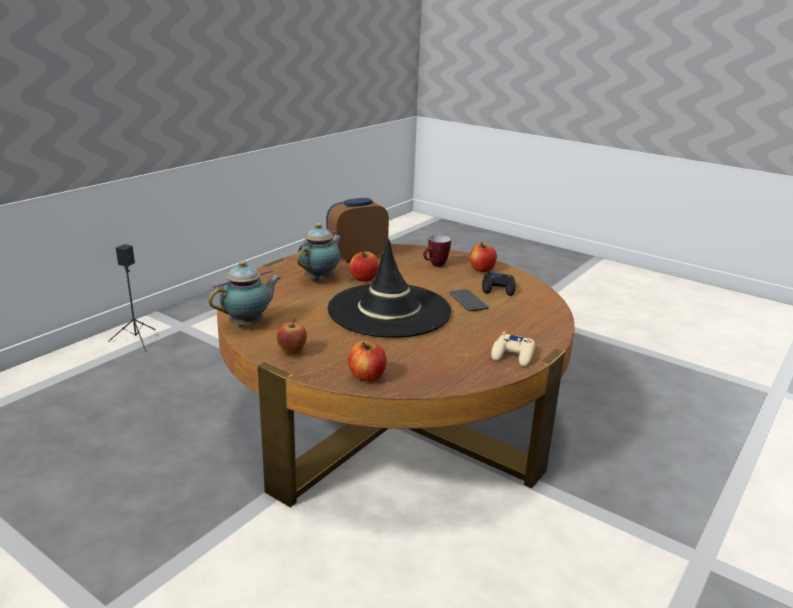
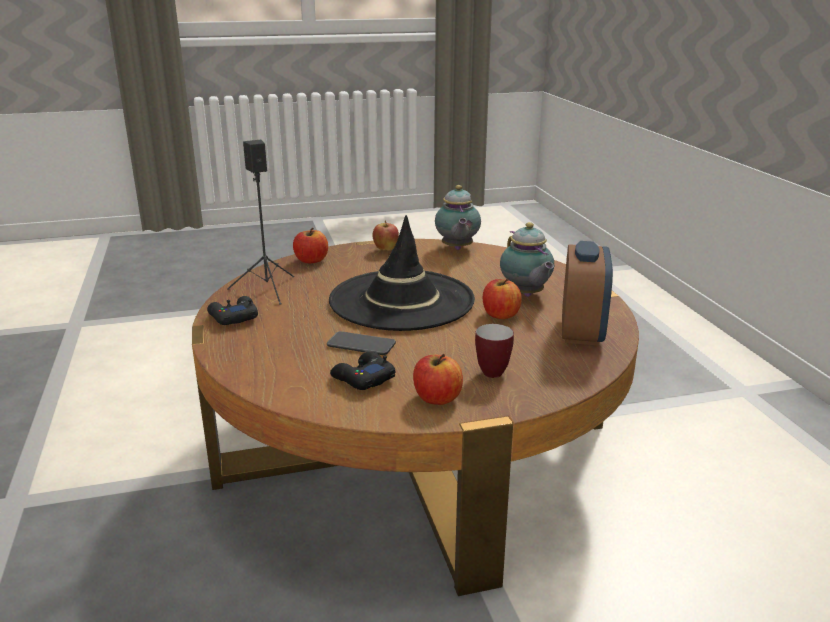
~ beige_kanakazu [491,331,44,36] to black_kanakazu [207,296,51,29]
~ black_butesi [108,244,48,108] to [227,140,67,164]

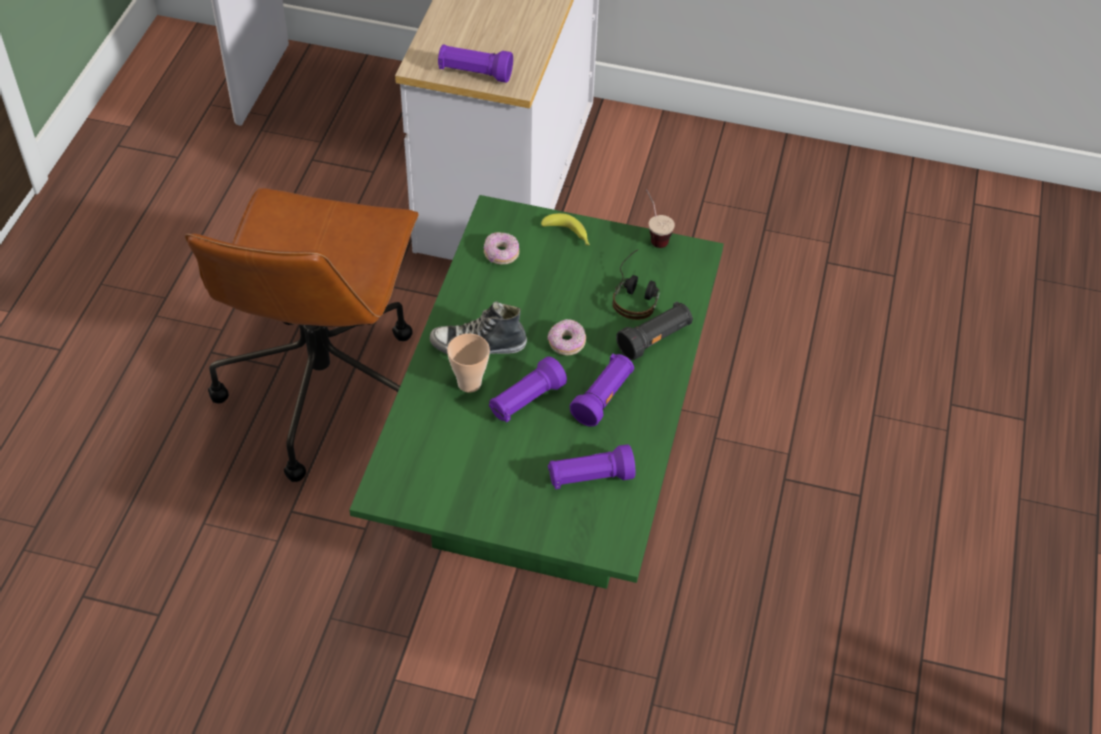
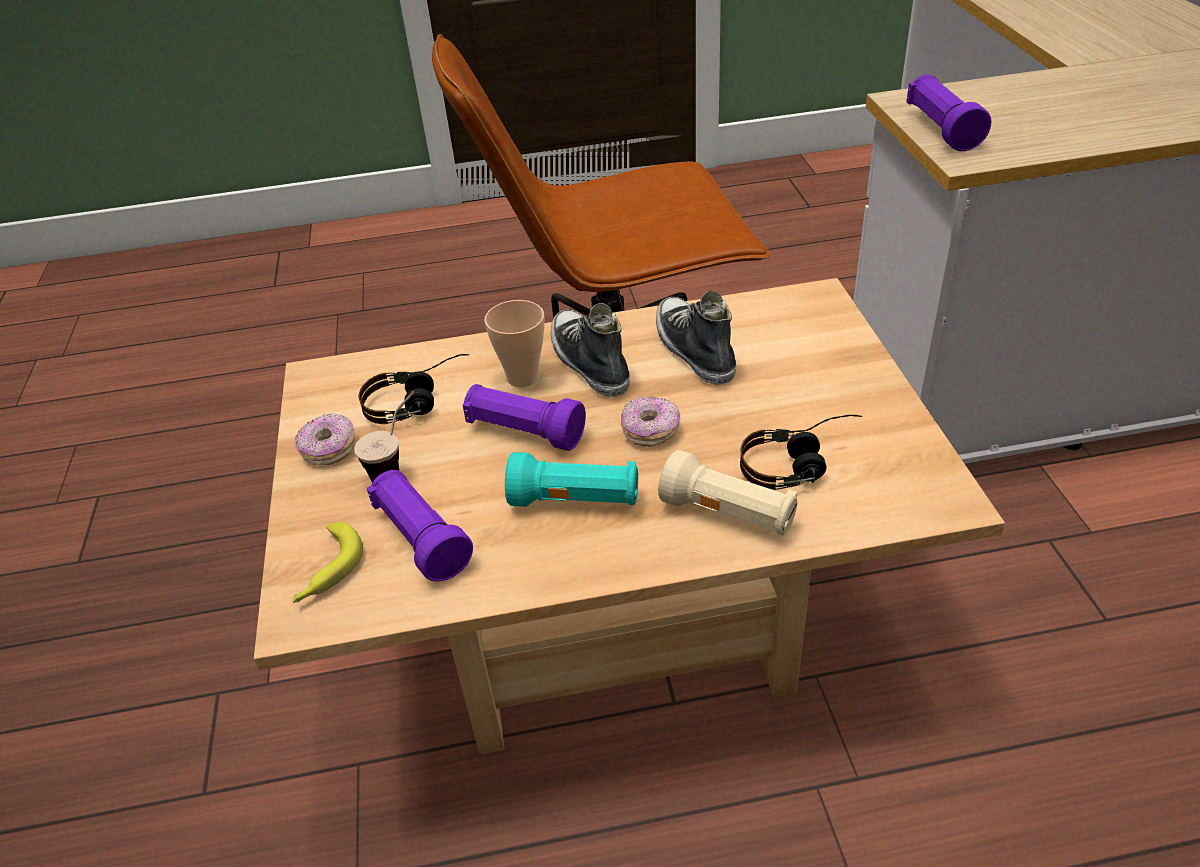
~ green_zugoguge [349,195,375,394] to beige_zugoguge [254,278,751,476]
~ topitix [541,213,49,32] to [293,522,70,81]
~ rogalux [484,232,35,32] to [295,413,60,52]
~ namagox [646,189,29,59] to [354,391,61,92]
+ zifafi [359,354,110,70]
~ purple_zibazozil [570,354,64,73] to turquoise_zibazozil [505,452,133,55]
+ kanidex [656,291,80,93]
~ black_zibazozil [616,301,77,59] to beige_zibazozil [658,450,139,86]

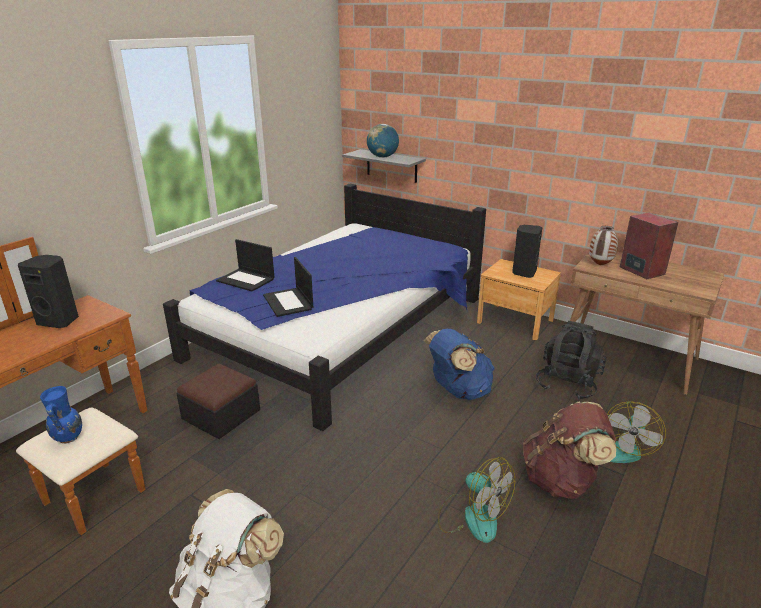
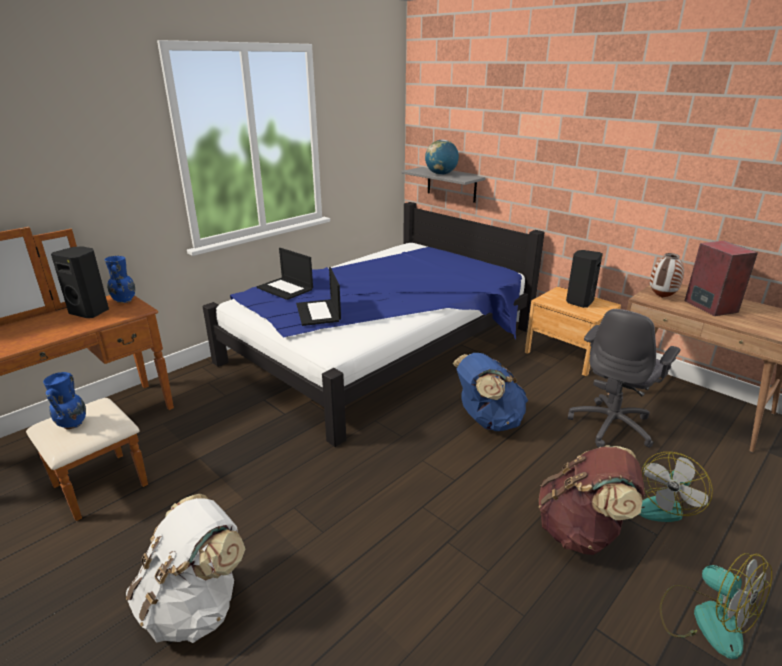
+ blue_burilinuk [105,256,30,47]
~ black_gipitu [536,321,71,79] to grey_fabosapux [568,309,112,139]
~ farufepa [438,457,77,86] to [660,553,112,106]
- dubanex [177,364,83,75]

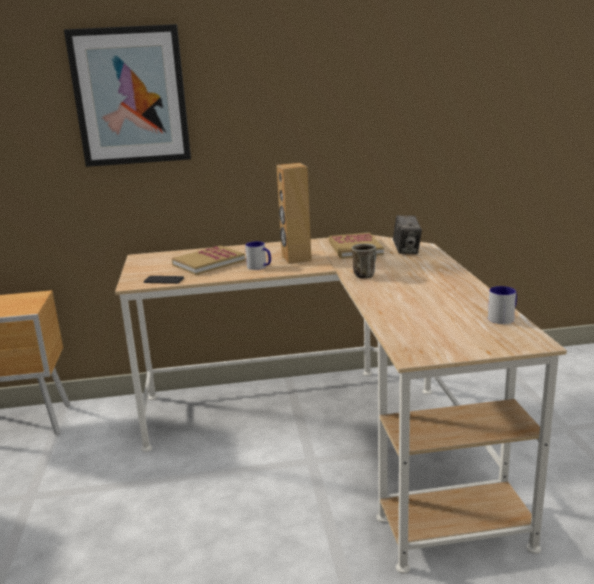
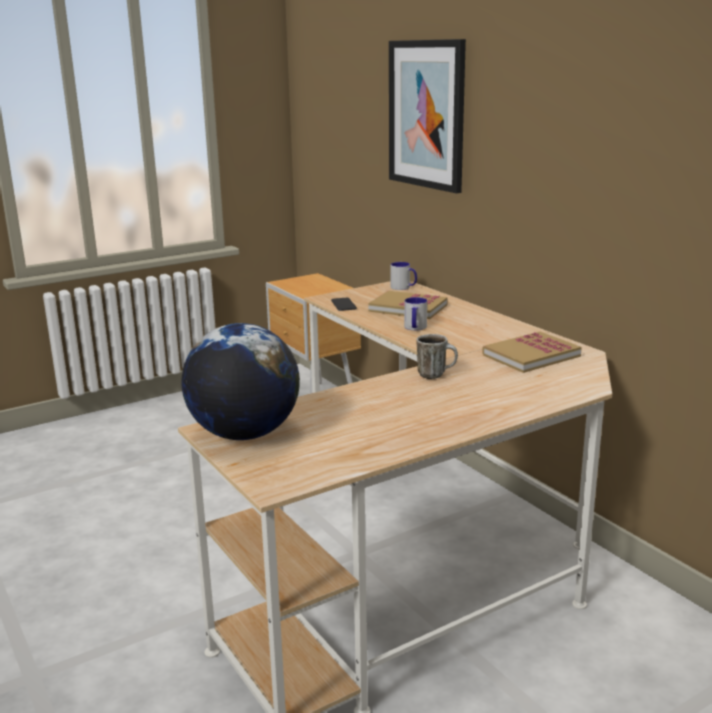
+ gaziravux [181,323,119,117]
~ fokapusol [488,286,29,38] to [390,262,27,28]
- brown_butesi [277,163,35,101]
- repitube [393,215,29,39]

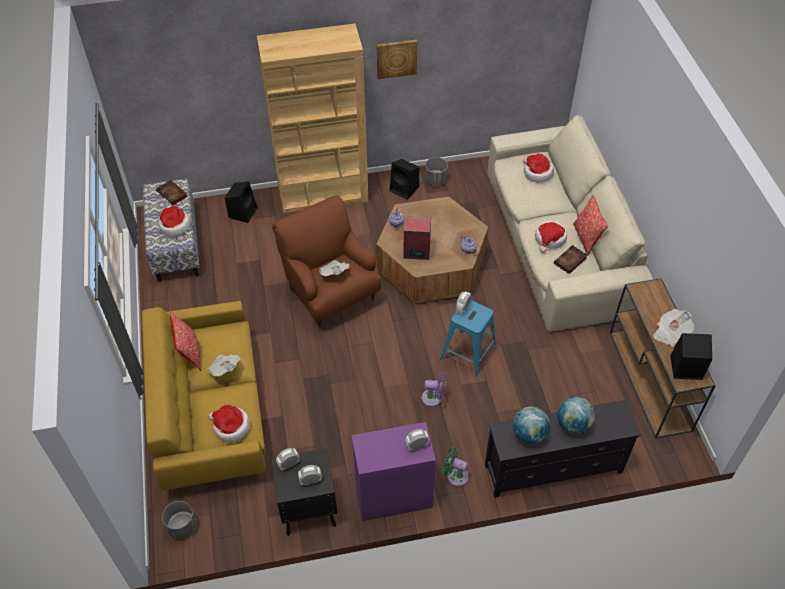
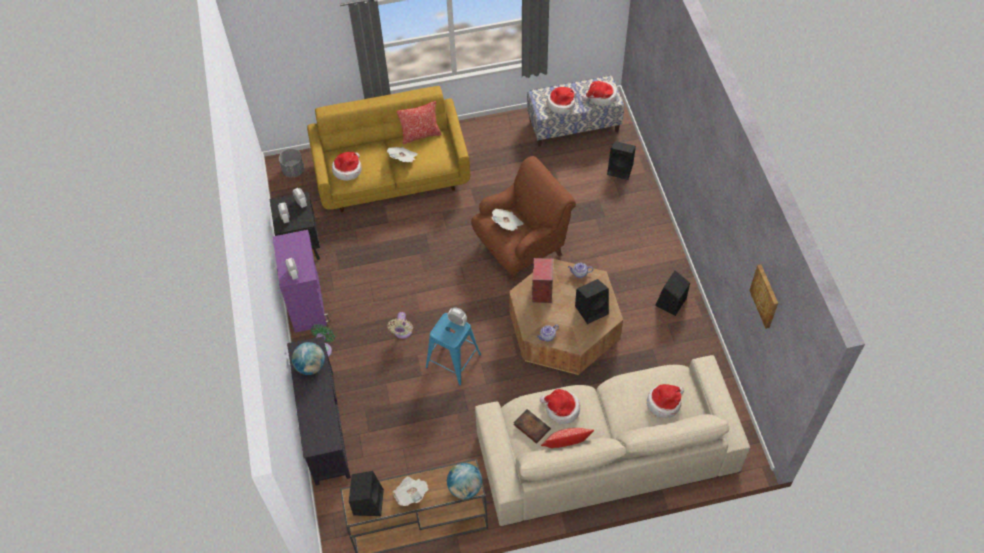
~ purple_farufepa [422,372,24,35] to beige_farufepa [387,312,26,27]
~ gaziravux [558,397,37,37] to [447,463,35,36]
+ black_butesi [575,279,34,45]
~ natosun [156,180,32,25] to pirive [582,81,35,25]
~ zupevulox [377,39,40,40] to [749,264,29,65]
- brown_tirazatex [257,24,112,189]
- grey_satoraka [425,157,23,29]

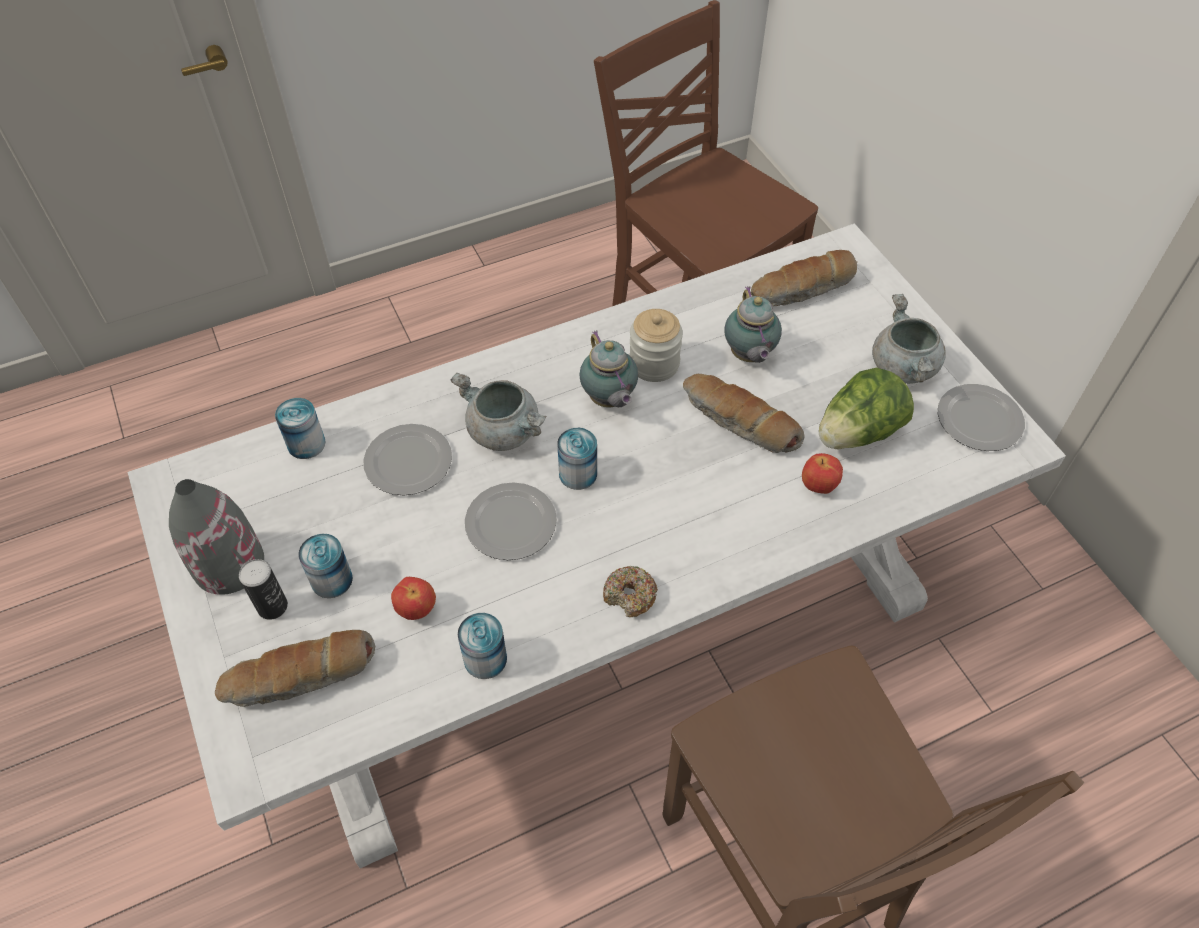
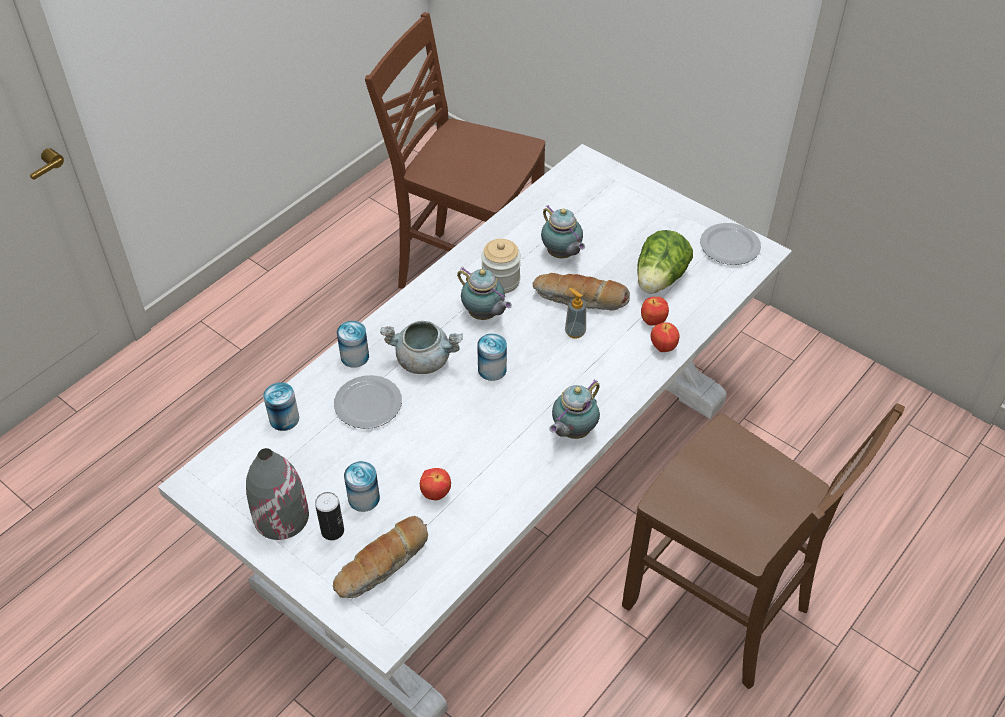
~ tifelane [458,613,49,66] to [337,321,32,47]
~ rogalux [603,566,55,51] to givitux [549,379,51,60]
+ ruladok [565,288,21,51]
+ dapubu [651,322,28,30]
- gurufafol [465,482,92,78]
- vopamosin [751,250,106,56]
- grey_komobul [872,294,74,90]

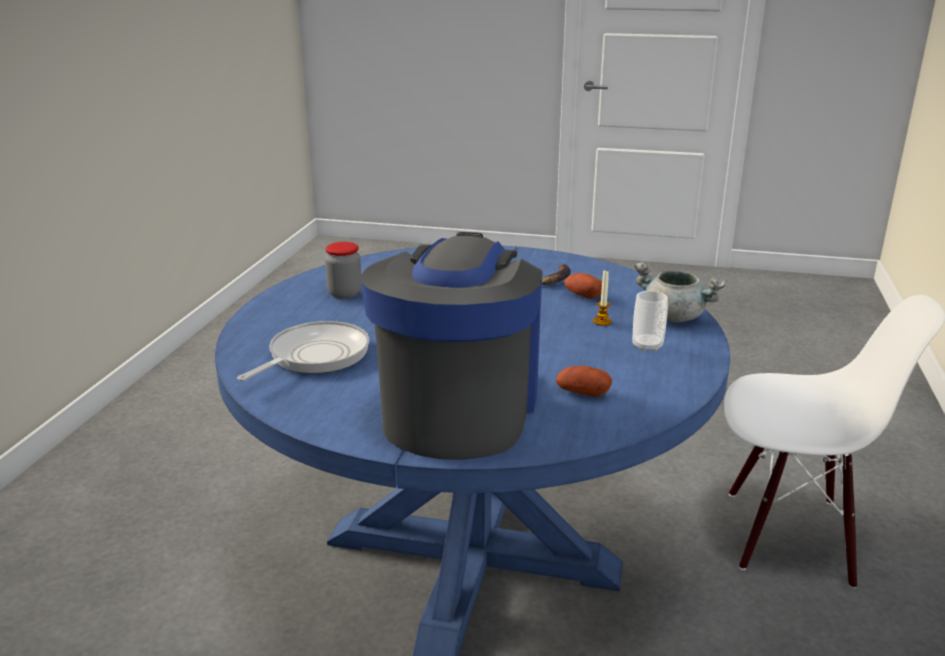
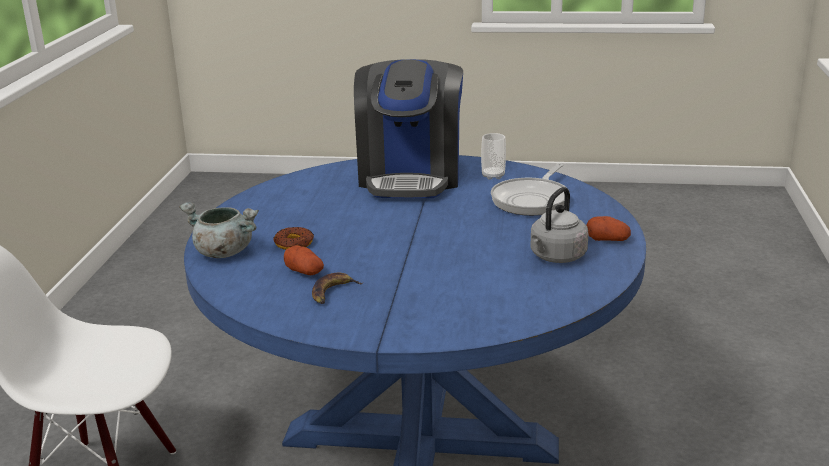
~ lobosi [593,271,19,55] to rogalux [273,227,41,23]
~ namagox [633,291,35,61] to [481,133,25,47]
~ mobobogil [325,242,37,57] to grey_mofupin [530,187,58,76]
~ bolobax [556,366,56,31] to [586,216,45,25]

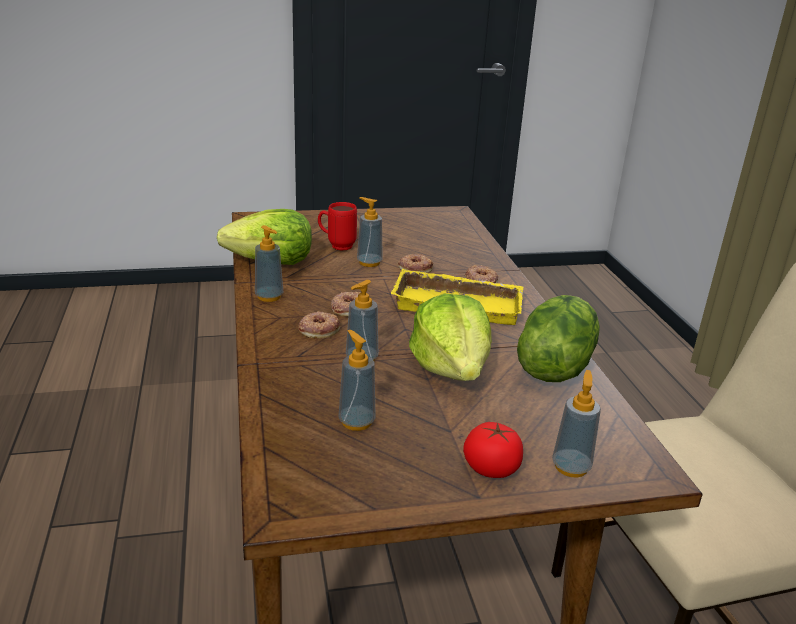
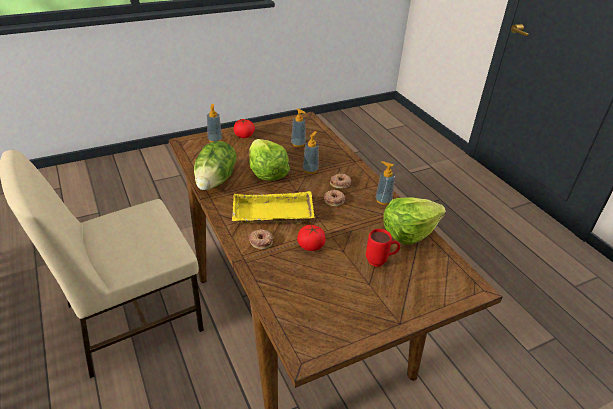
~ rogalux [398,254,35,19] to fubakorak [297,225,28,26]
- ruladok [357,197,26,70]

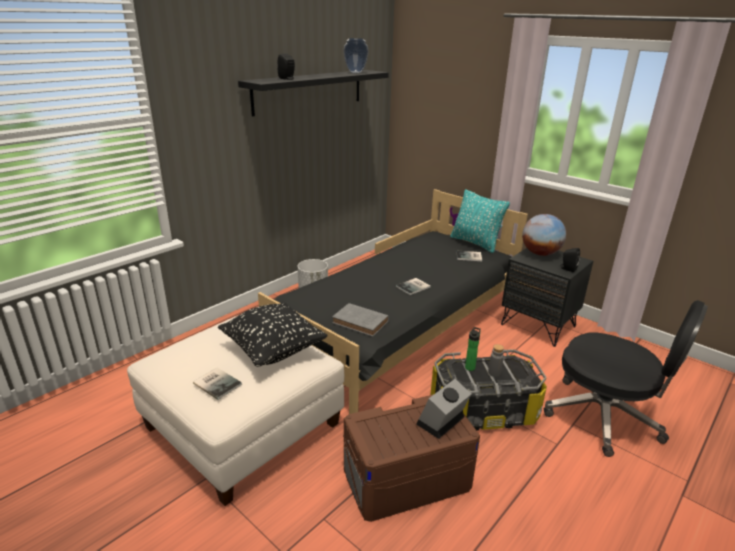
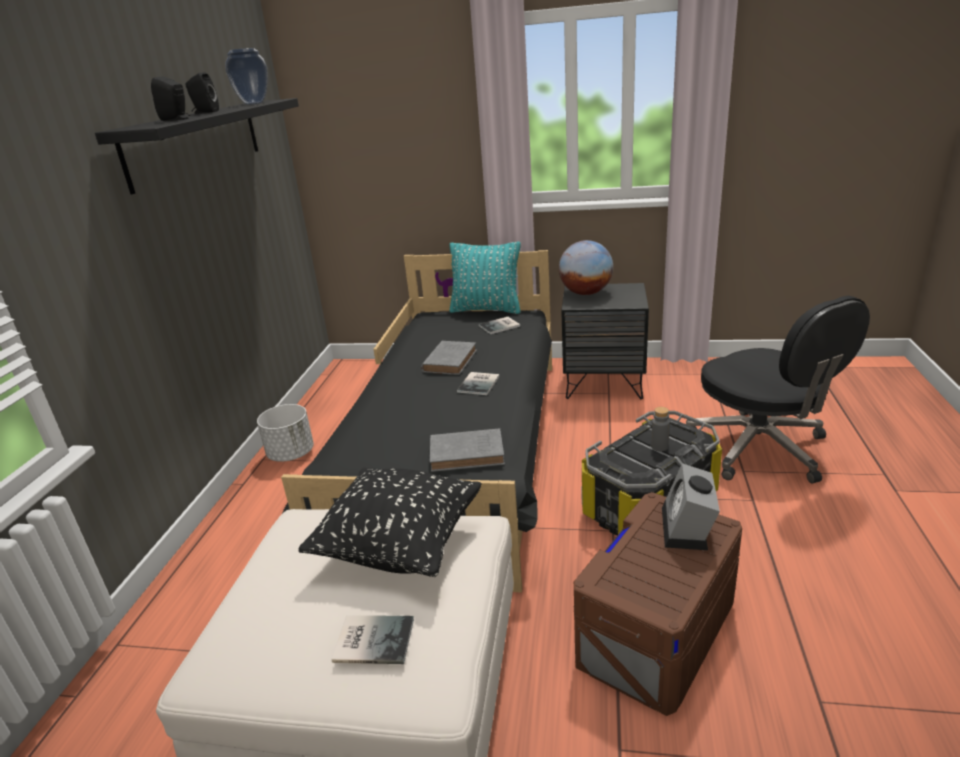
~ black_butesi [560,248,20,24] to [186,72,33,42]
+ grey_natosun [421,341,56,34]
~ black_fabosapux [544,300,164,157] = [686,296,184,187] 60 degrees clockwise
- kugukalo [465,327,16,44]

